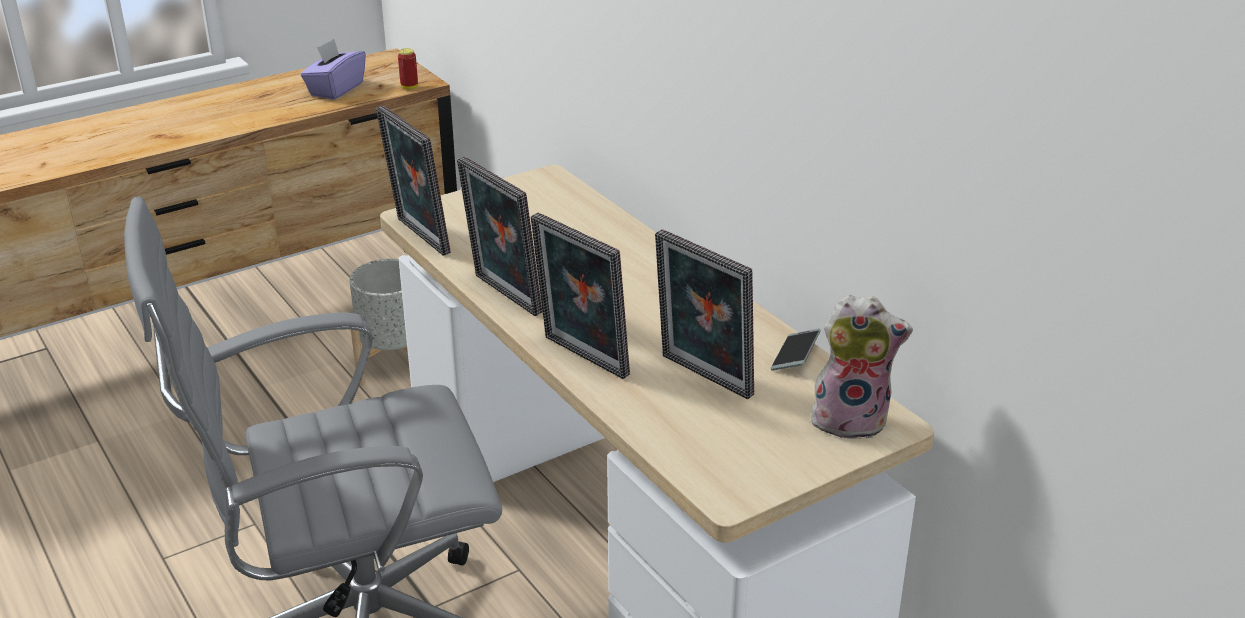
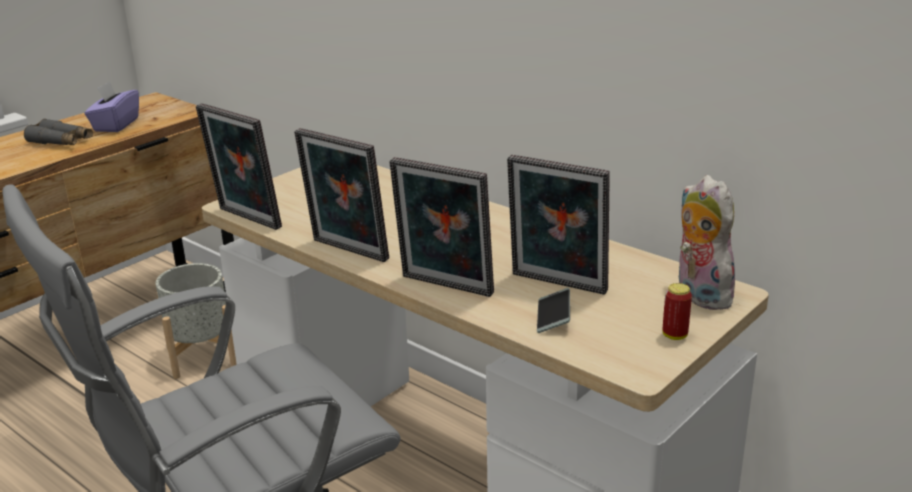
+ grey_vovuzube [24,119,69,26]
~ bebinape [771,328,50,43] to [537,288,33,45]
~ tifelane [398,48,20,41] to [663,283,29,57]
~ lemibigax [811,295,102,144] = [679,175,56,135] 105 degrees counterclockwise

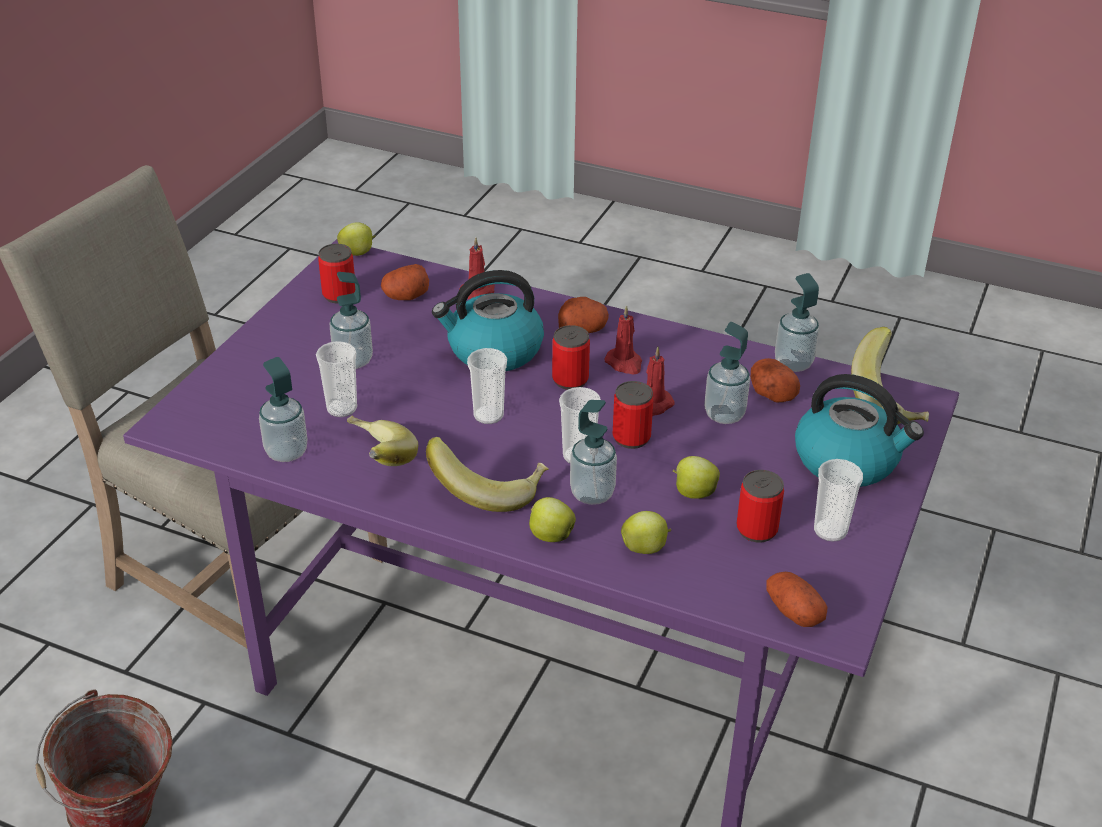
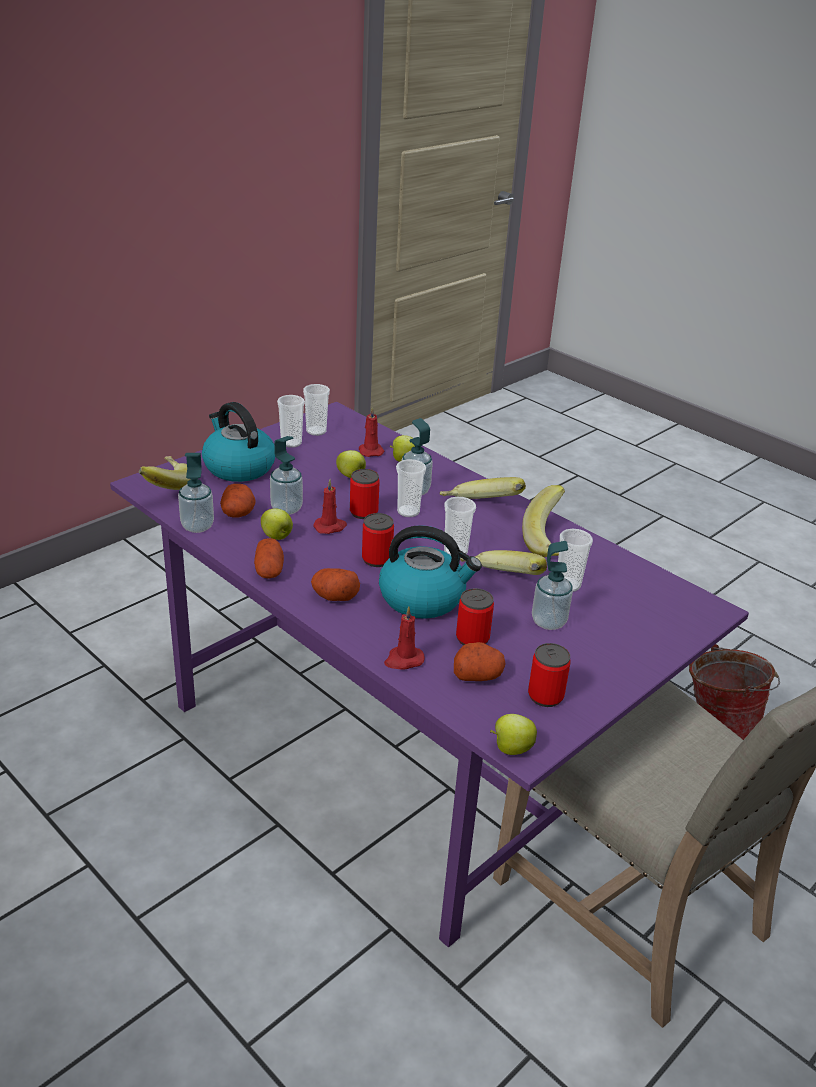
~ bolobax [766,572,61,55] to [254,538,30,41]
~ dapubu [529,497,47,45] to [261,509,32,31]
+ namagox [303,384,27,52]
~ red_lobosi [604,305,38,69] to [359,407,25,50]
~ tifelane [736,470,48,72] to [456,588,38,57]
+ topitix [460,550,87,25]
- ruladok [259,357,48,105]

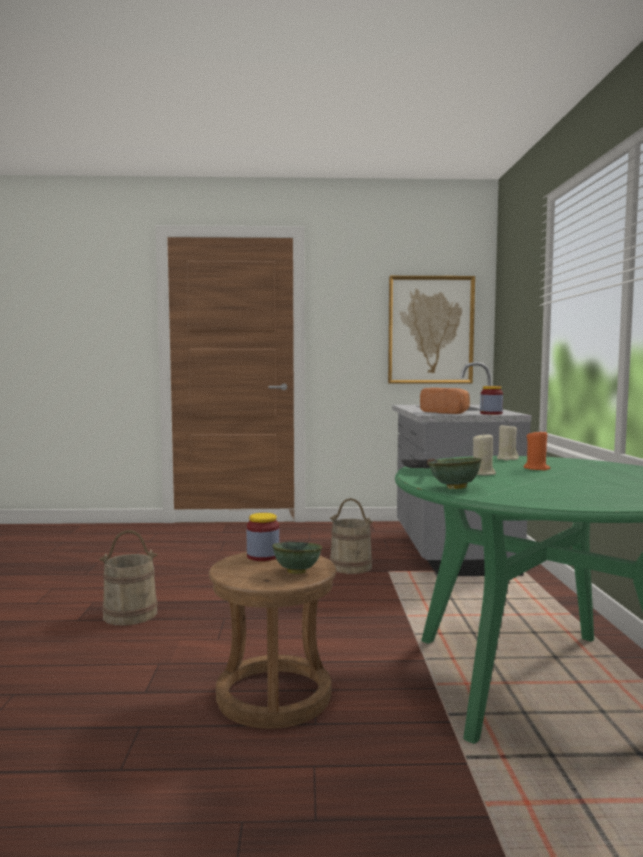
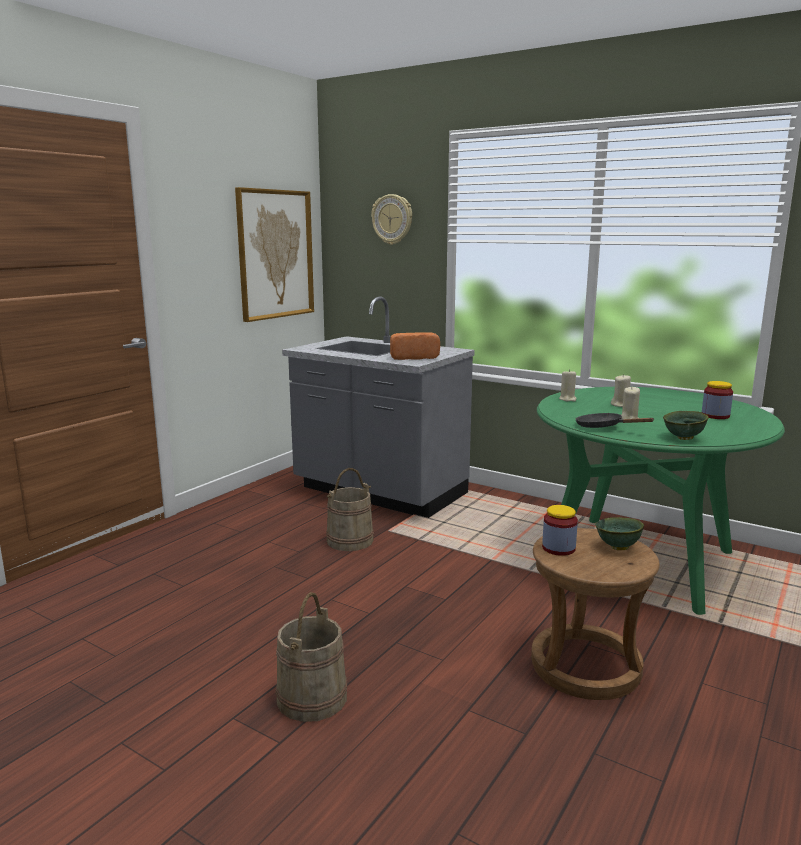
+ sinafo [371,194,41,51]
~ orange_lobosi [523,429,27,41] to beige_lobosi [611,374,20,33]
~ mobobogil [480,386,23,29] to [702,381,31,38]

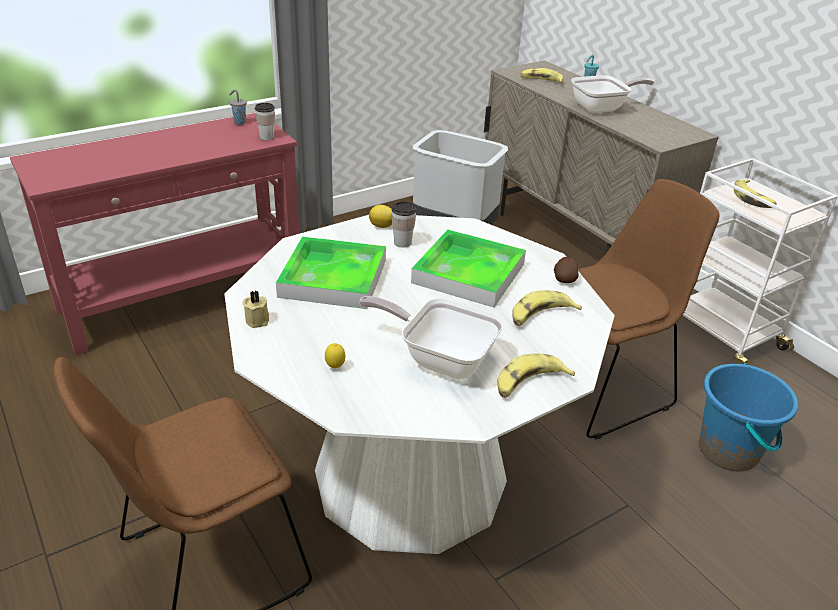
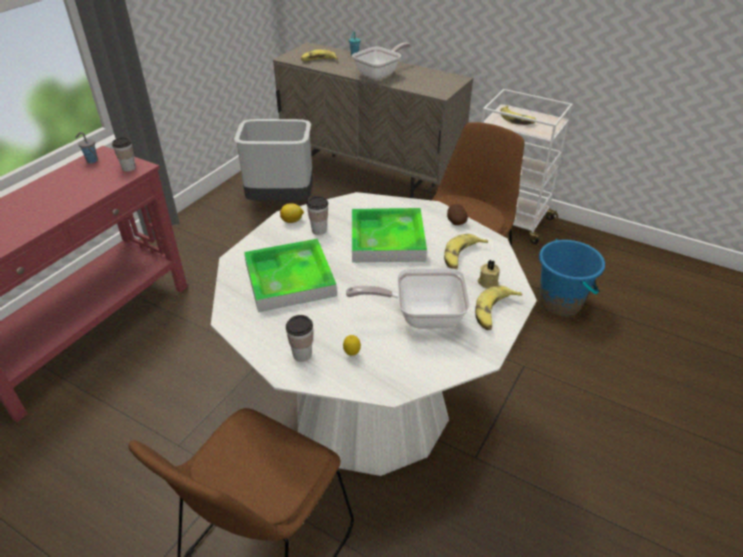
+ namagox [286,315,27,47]
~ beige_lobosi [242,291,27,37] to [478,260,22,28]

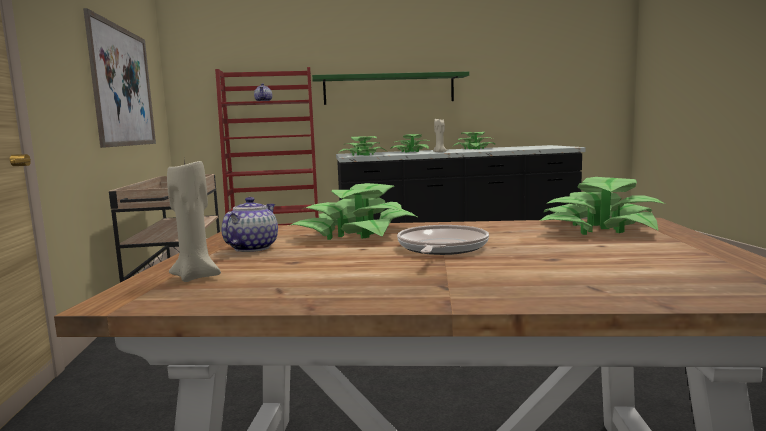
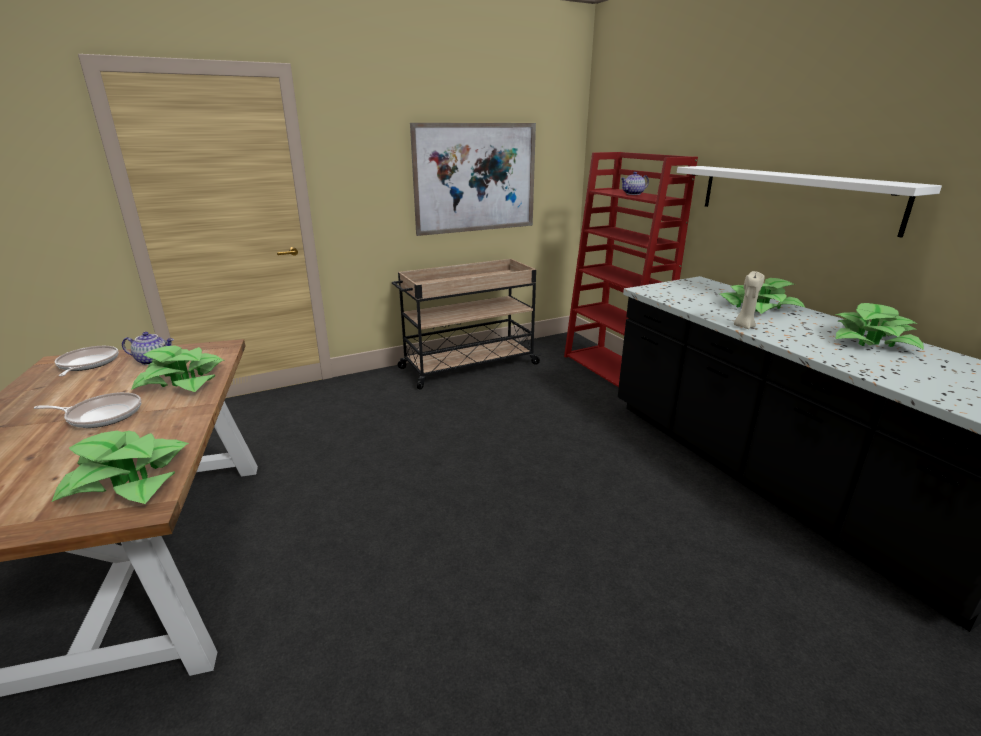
~ beige_lobosi [167,160,54,122] to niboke [55,346,64,31]
~ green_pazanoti [312,71,157,34] to white_pazanoti [677,166,265,72]
- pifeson [338,136,47,20]

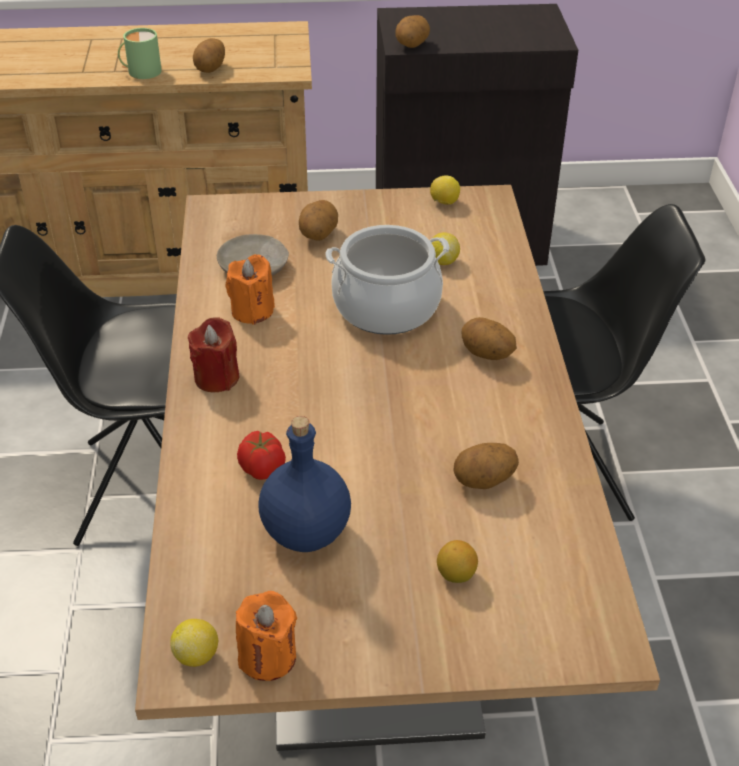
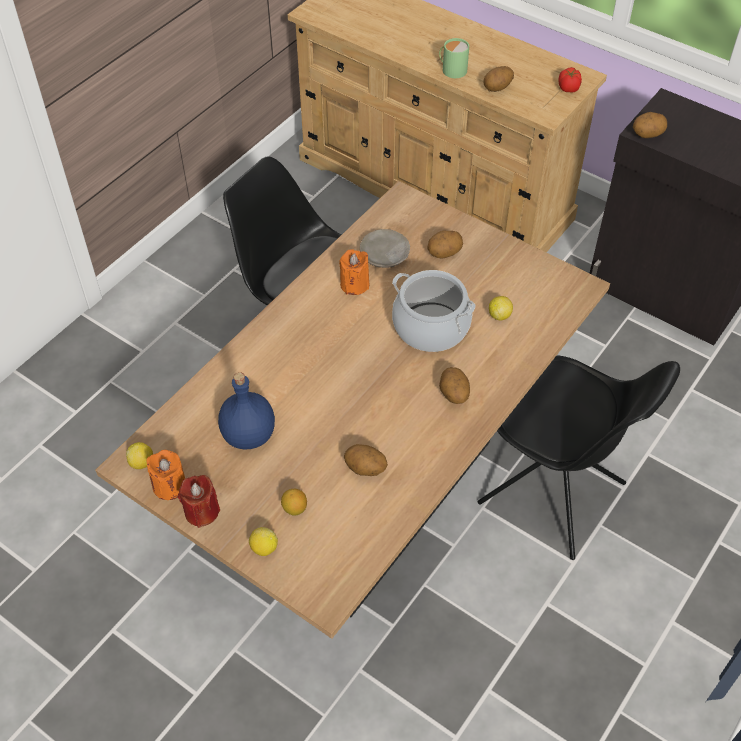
~ red_lobosi [188,317,52,75] to [178,475,42,53]
~ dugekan [430,175,30,30] to [249,527,29,29]
~ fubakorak [237,431,49,49] to [558,67,24,26]

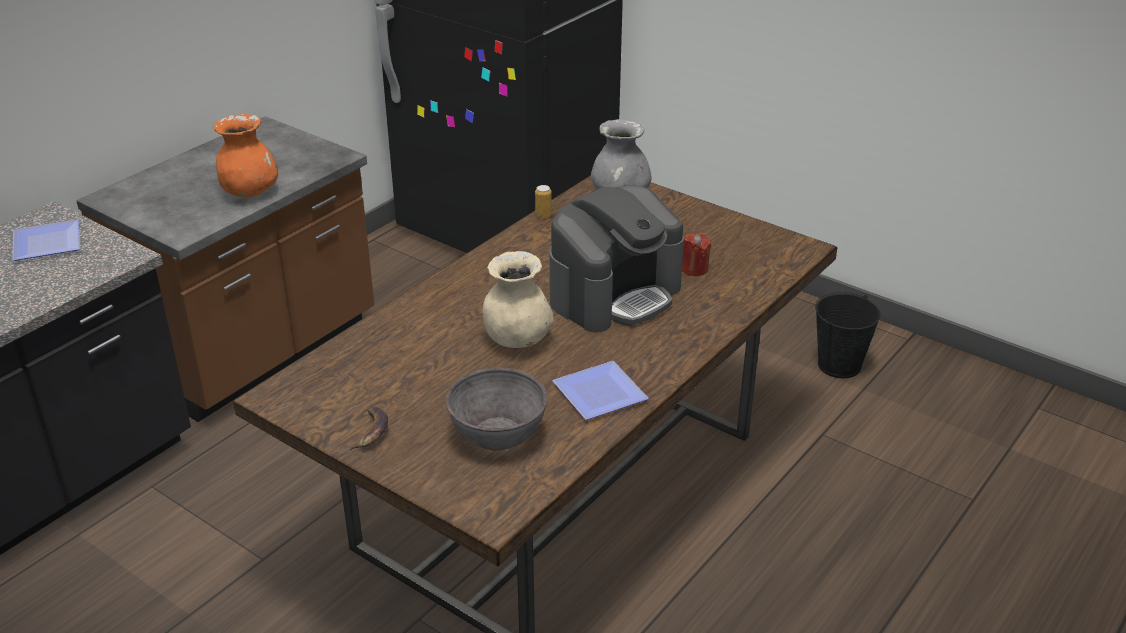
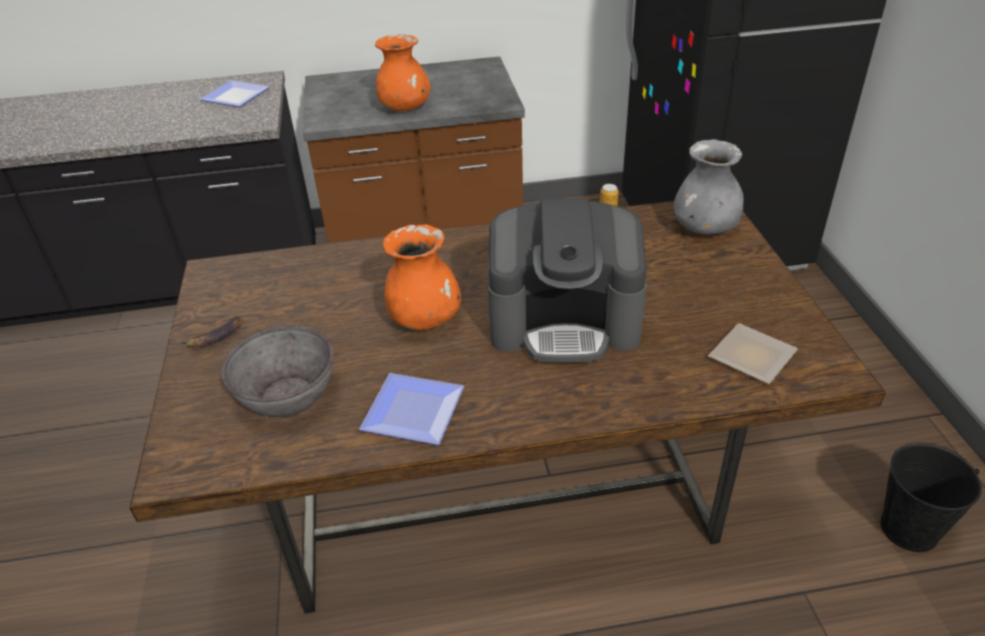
~ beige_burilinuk [482,251,72,97] to orange_burilinuk [383,225,78,105]
+ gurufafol [708,323,90,61]
- red_lobosi [682,233,29,43]

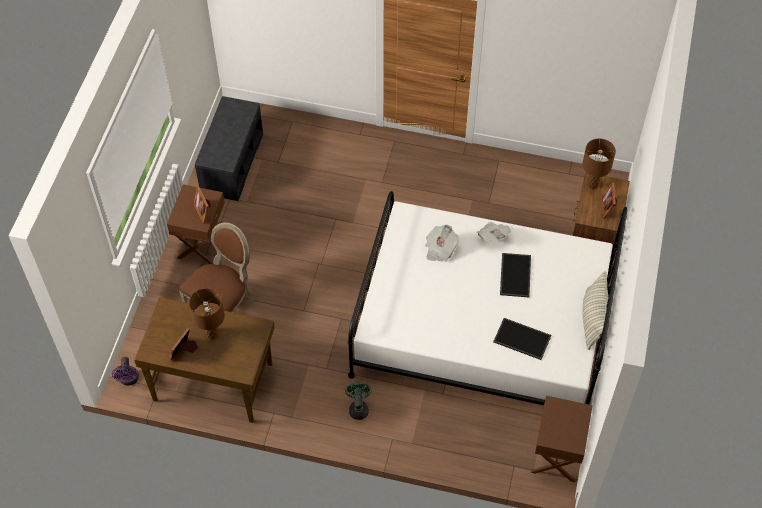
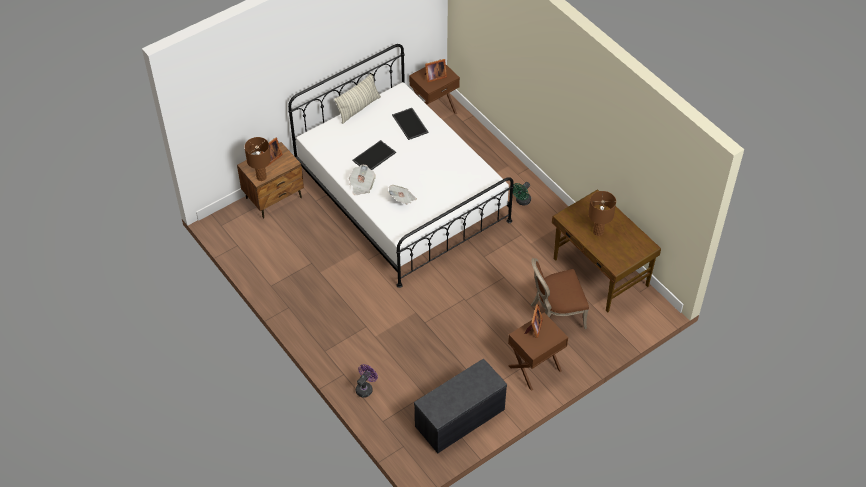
~ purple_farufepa [112,357,27,28] to [356,364,22,34]
~ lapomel [169,327,29,34] to [425,59,22,23]

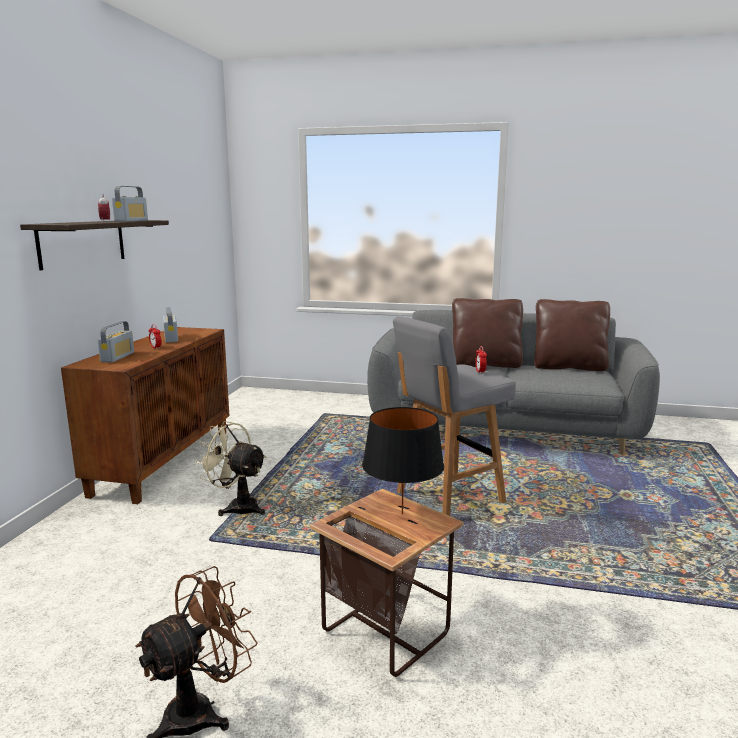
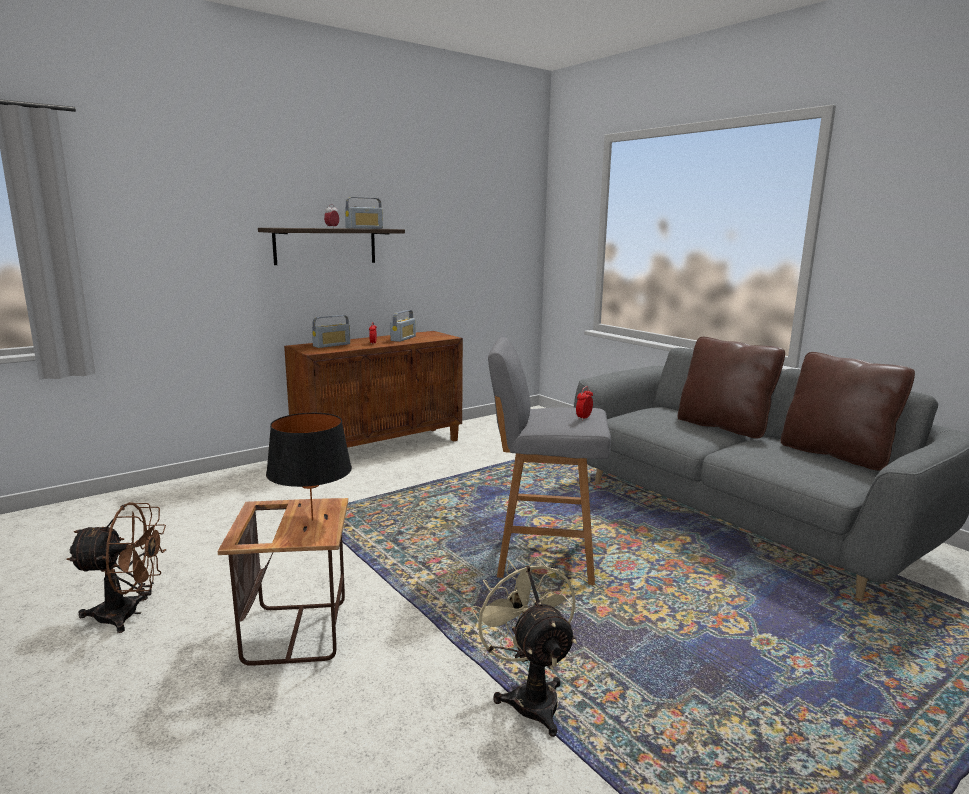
~ beige_farufepa [195,421,71,95] to [471,556,106,181]

